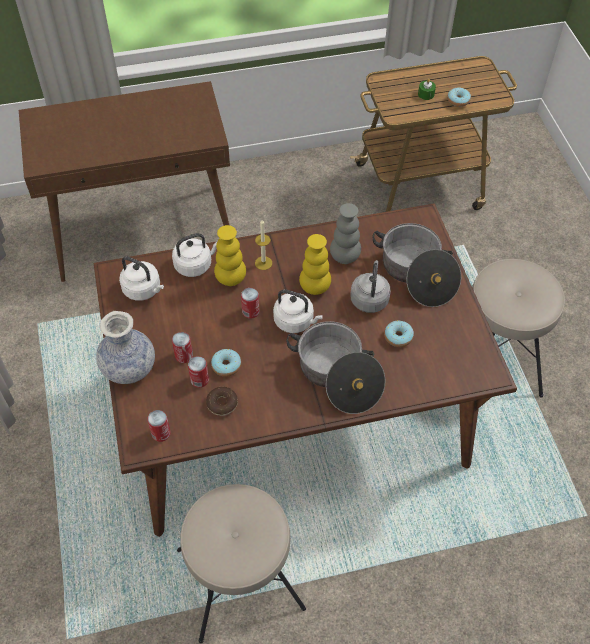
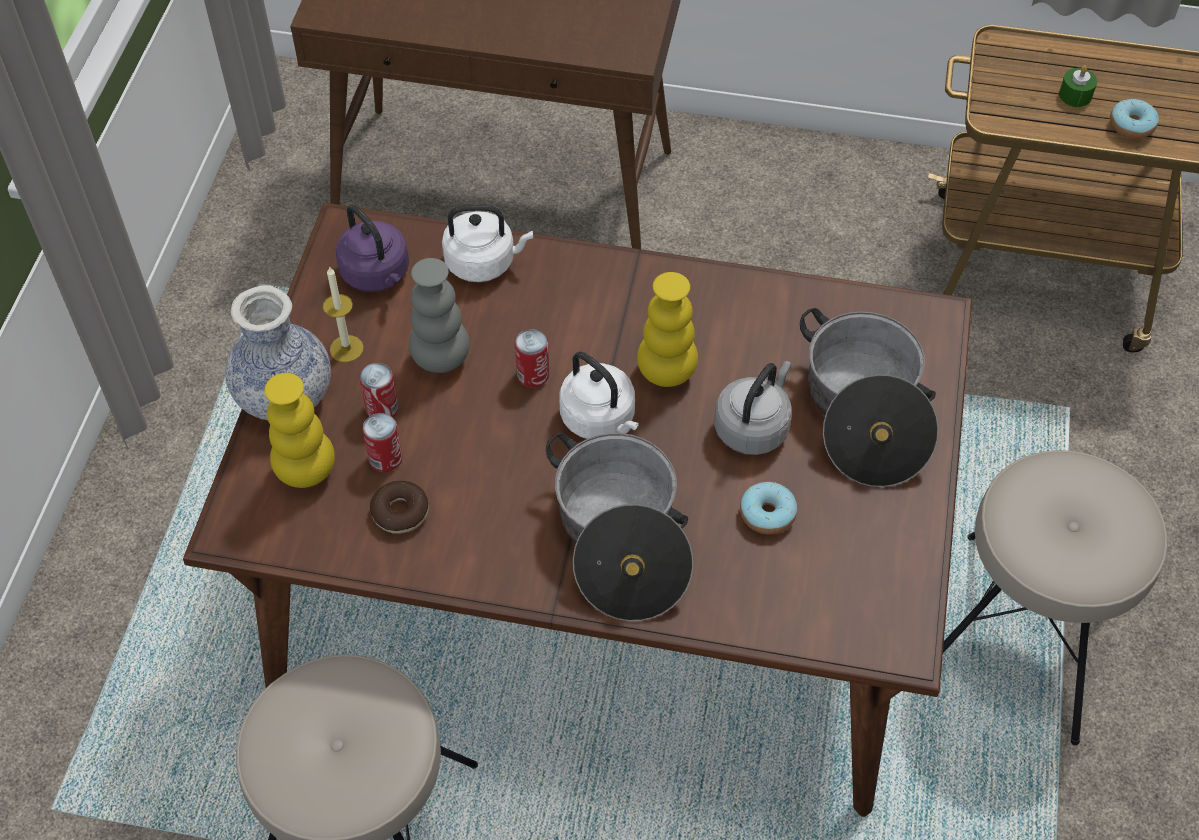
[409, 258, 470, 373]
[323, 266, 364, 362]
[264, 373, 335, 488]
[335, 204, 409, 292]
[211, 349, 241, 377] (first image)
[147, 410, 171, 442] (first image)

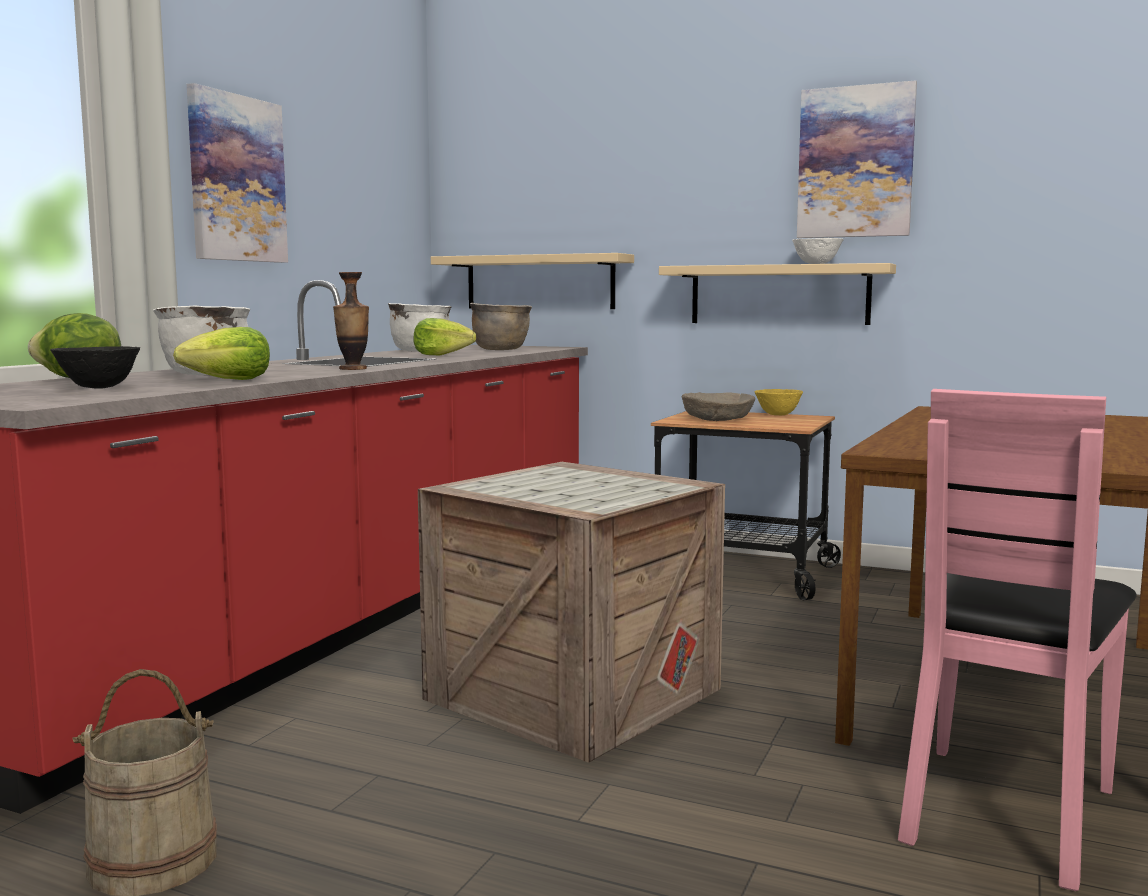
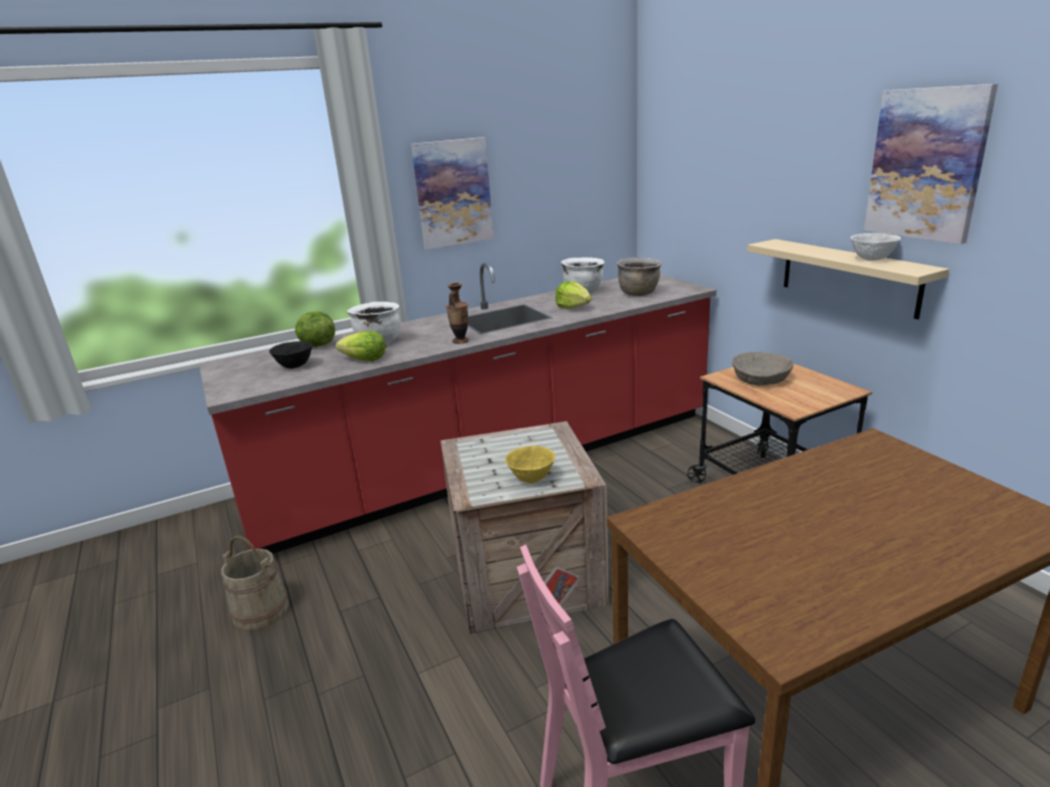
[431, 253, 634, 309] (first image)
[505, 446, 556, 483]

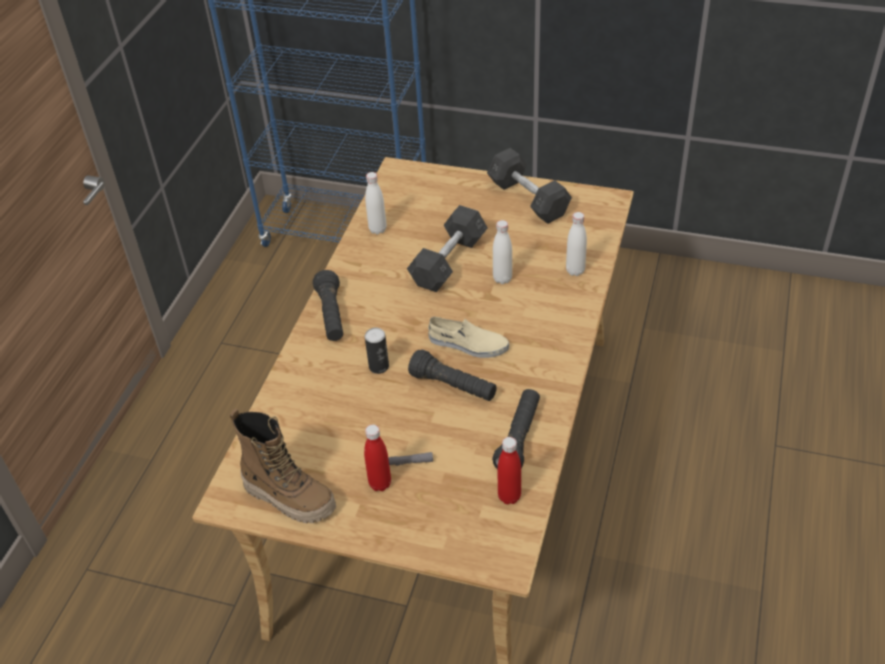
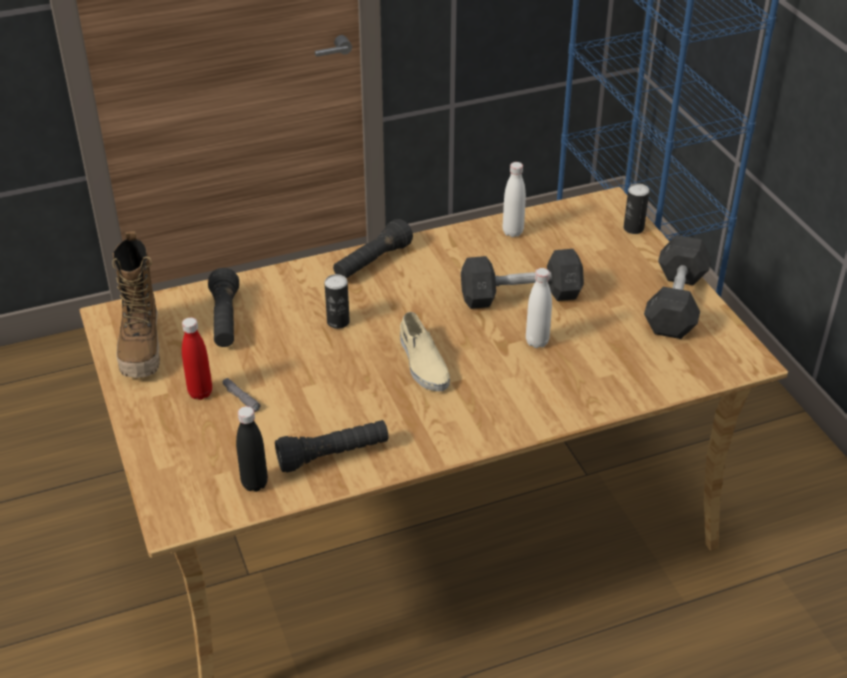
[566, 212, 587, 276] (first image)
[208, 268, 239, 347]
[236, 406, 268, 492]
[623, 184, 649, 234]

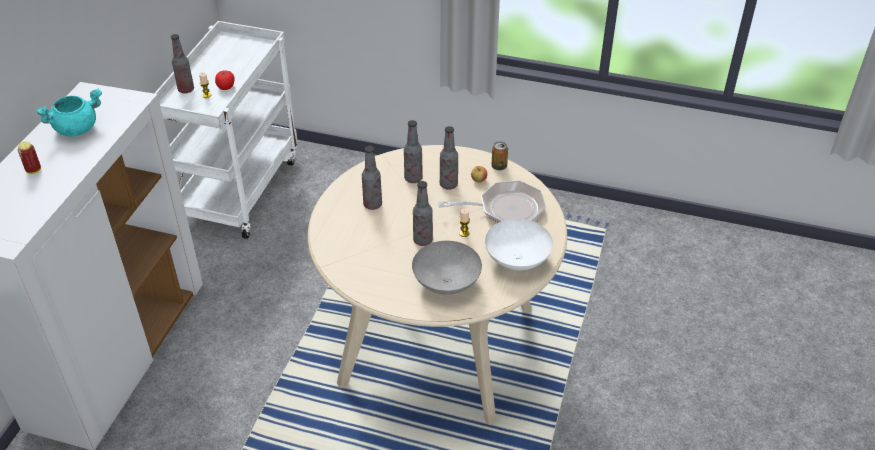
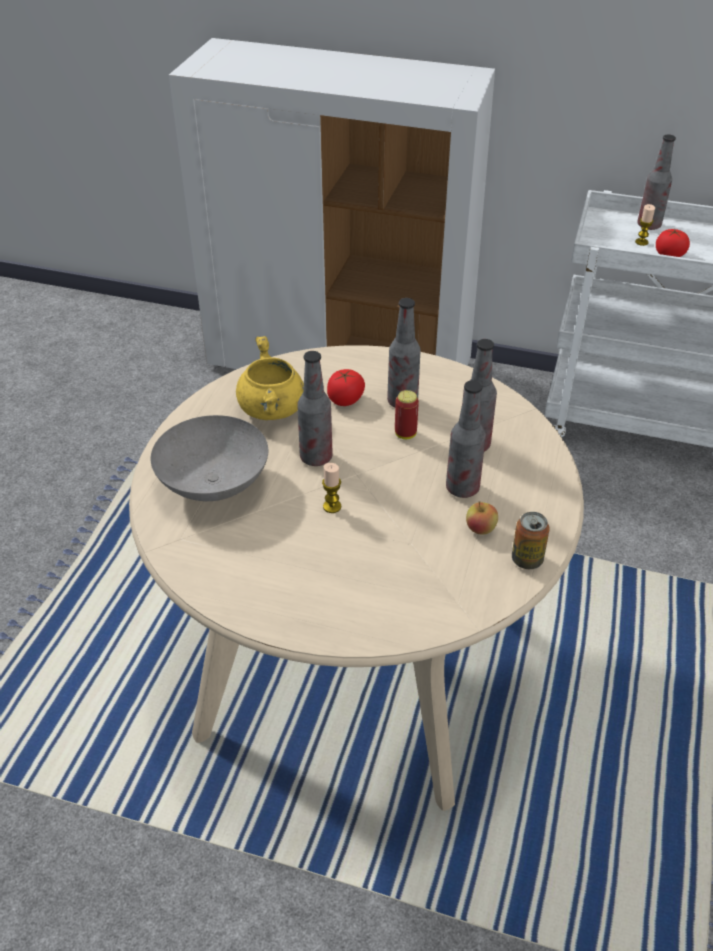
[36, 88, 102, 137] (first image)
[395, 390, 419, 439]
[438, 180, 546, 223] (first image)
[485, 219, 553, 270] (first image)
[236, 336, 304, 420]
[327, 369, 365, 406]

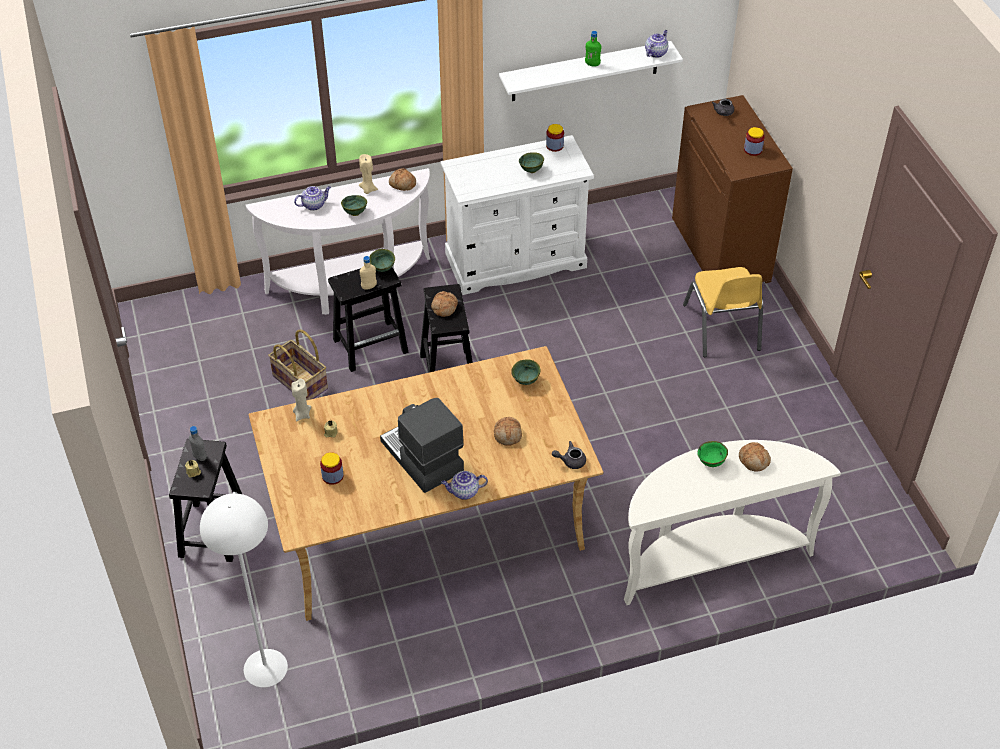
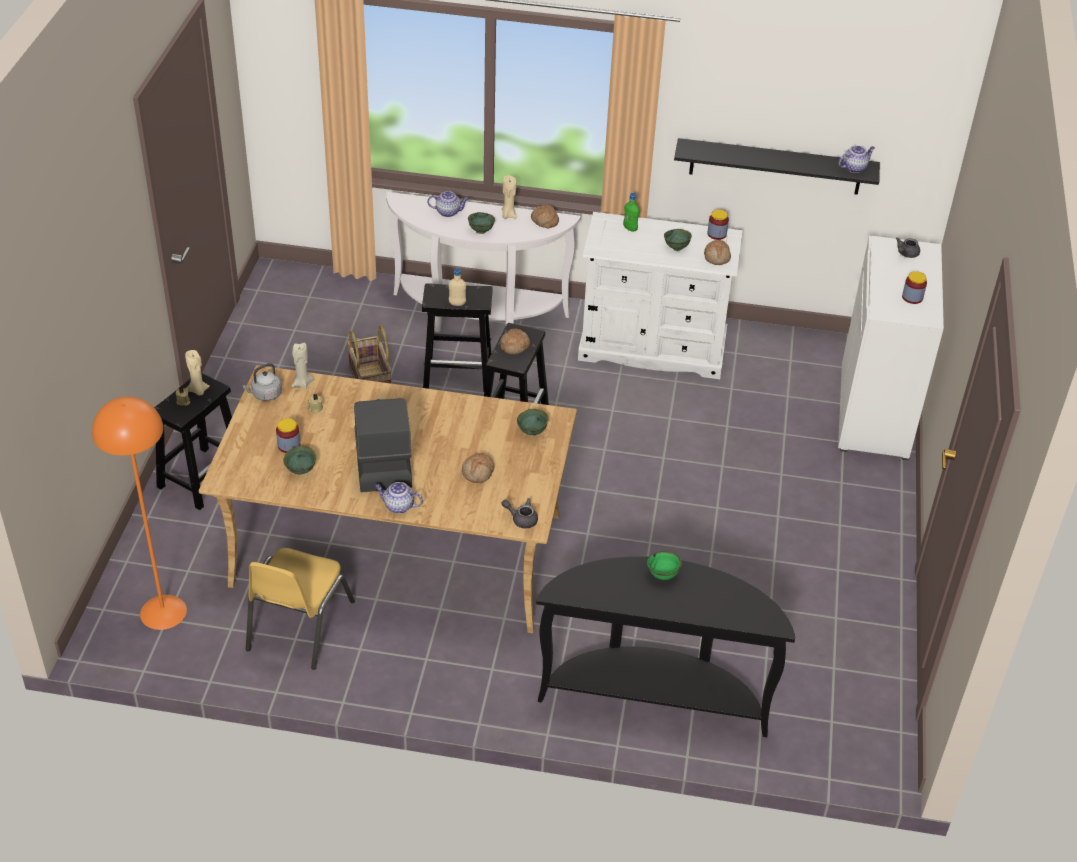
[623, 193, 639, 232]
[674, 138, 880, 195]
[838, 236, 944, 461]
[283, 446, 316, 474]
[246, 548, 355, 670]
[185, 350, 210, 395]
[536, 556, 795, 737]
[704, 240, 731, 265]
[92, 397, 187, 630]
[243, 363, 282, 401]

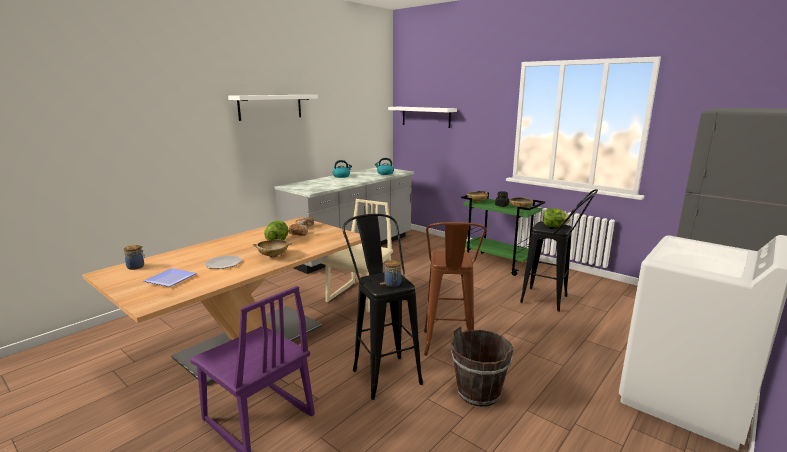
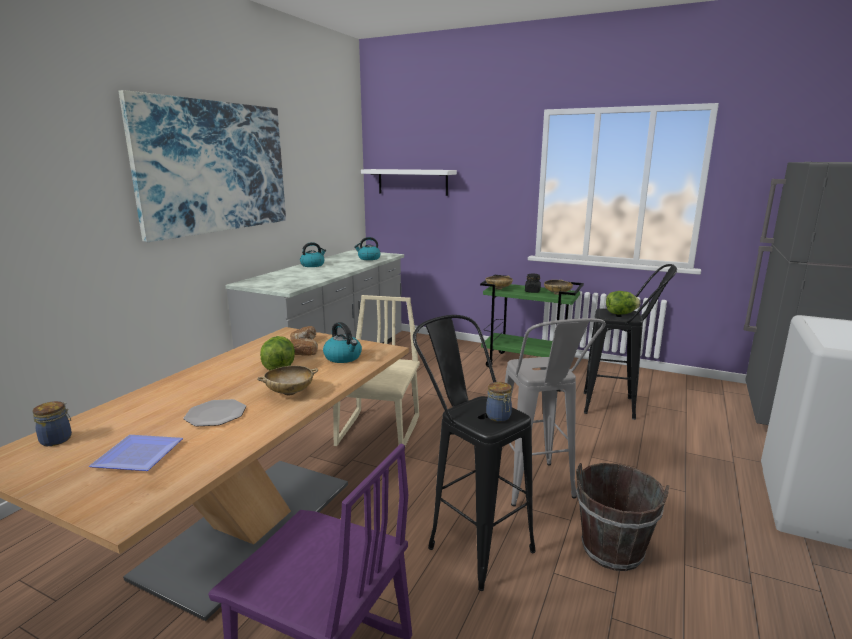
[119, 90, 286, 242]
[505, 318, 606, 506]
[323, 322, 362, 363]

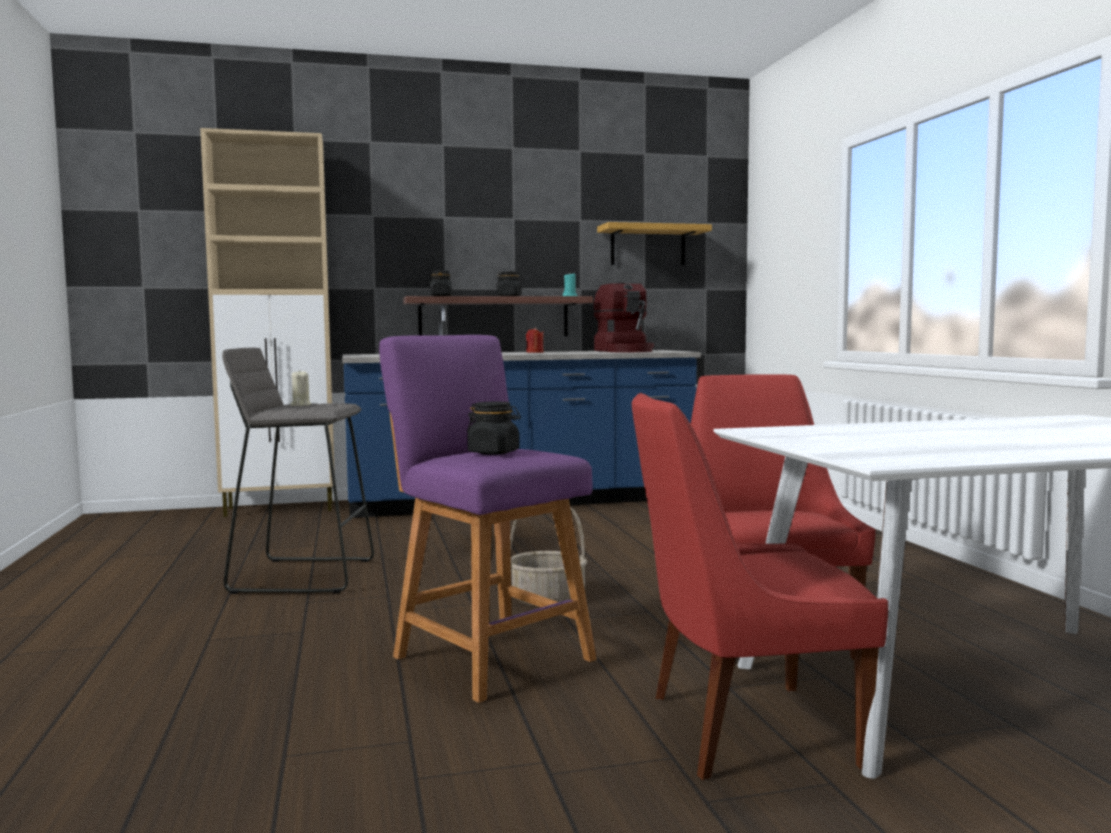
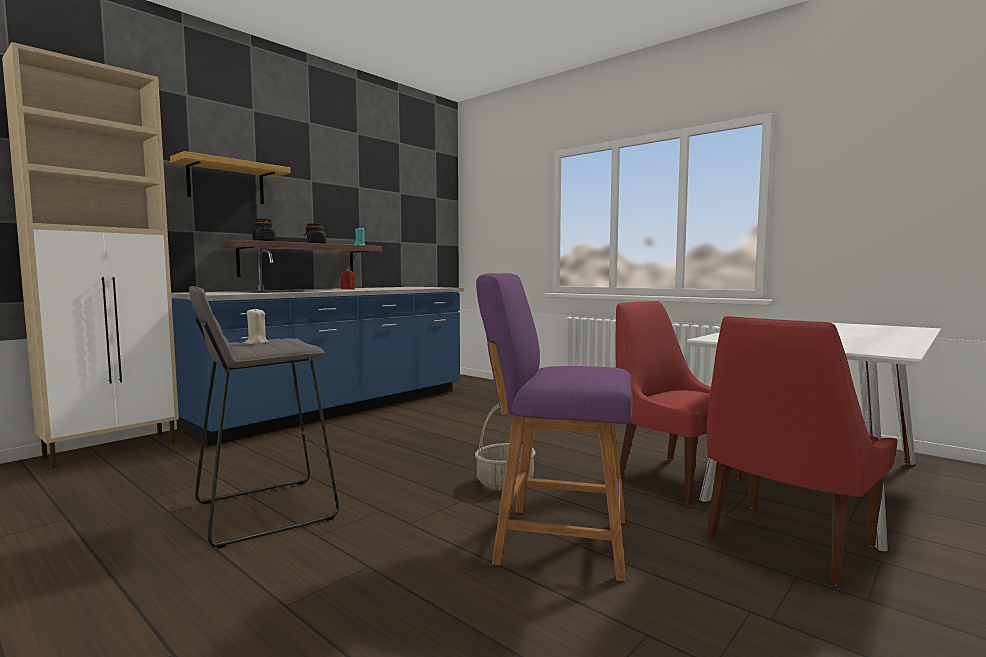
[170, 151, 291, 204]
[594, 282, 654, 352] (first image)
[467, 401, 521, 455] (first image)

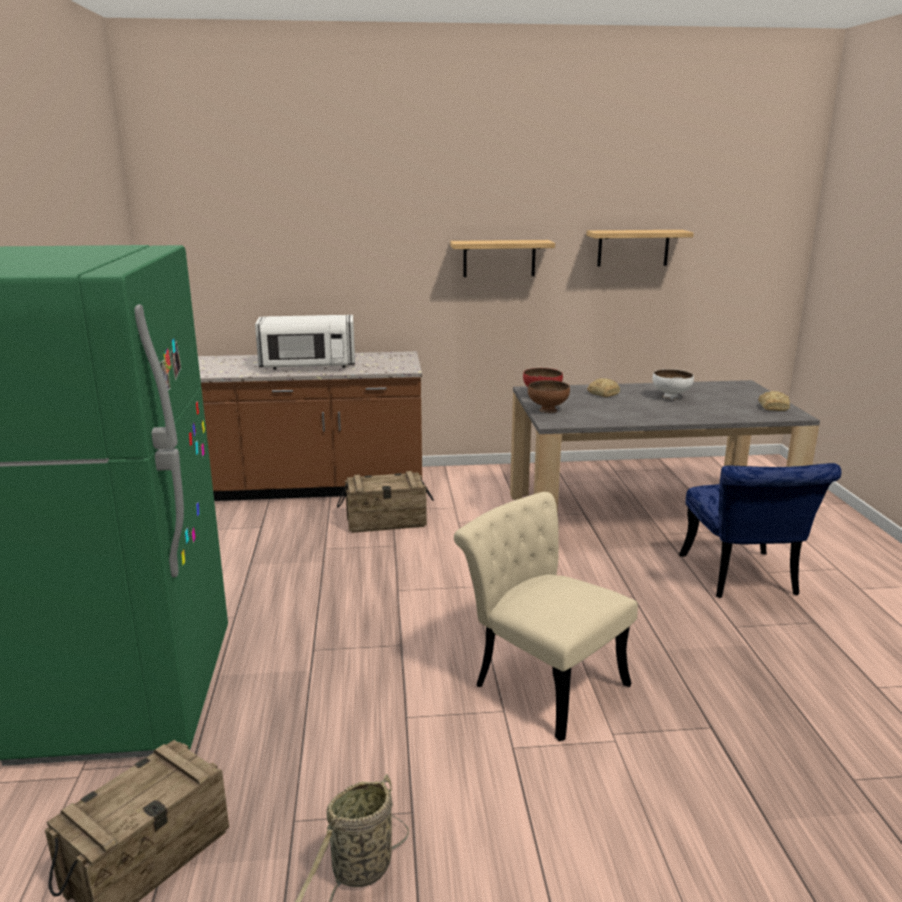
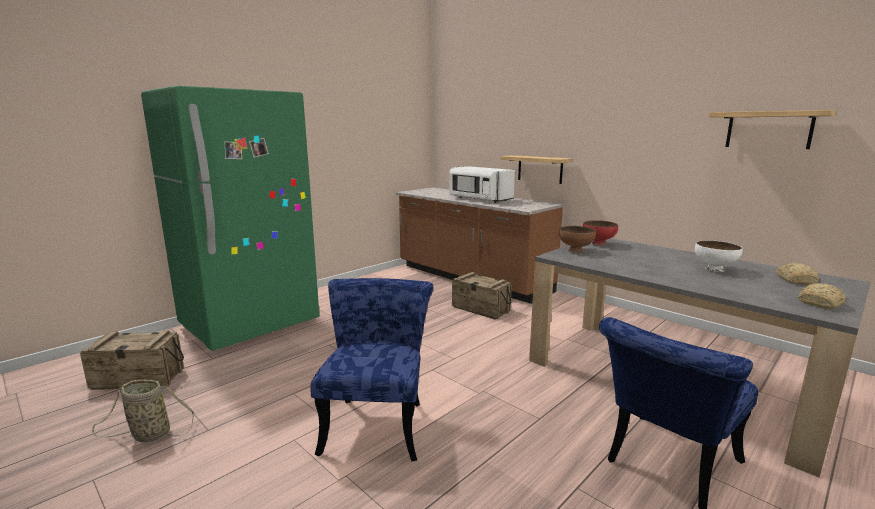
[500, 155, 572, 184]
[775, 263, 819, 285]
[310, 278, 433, 461]

